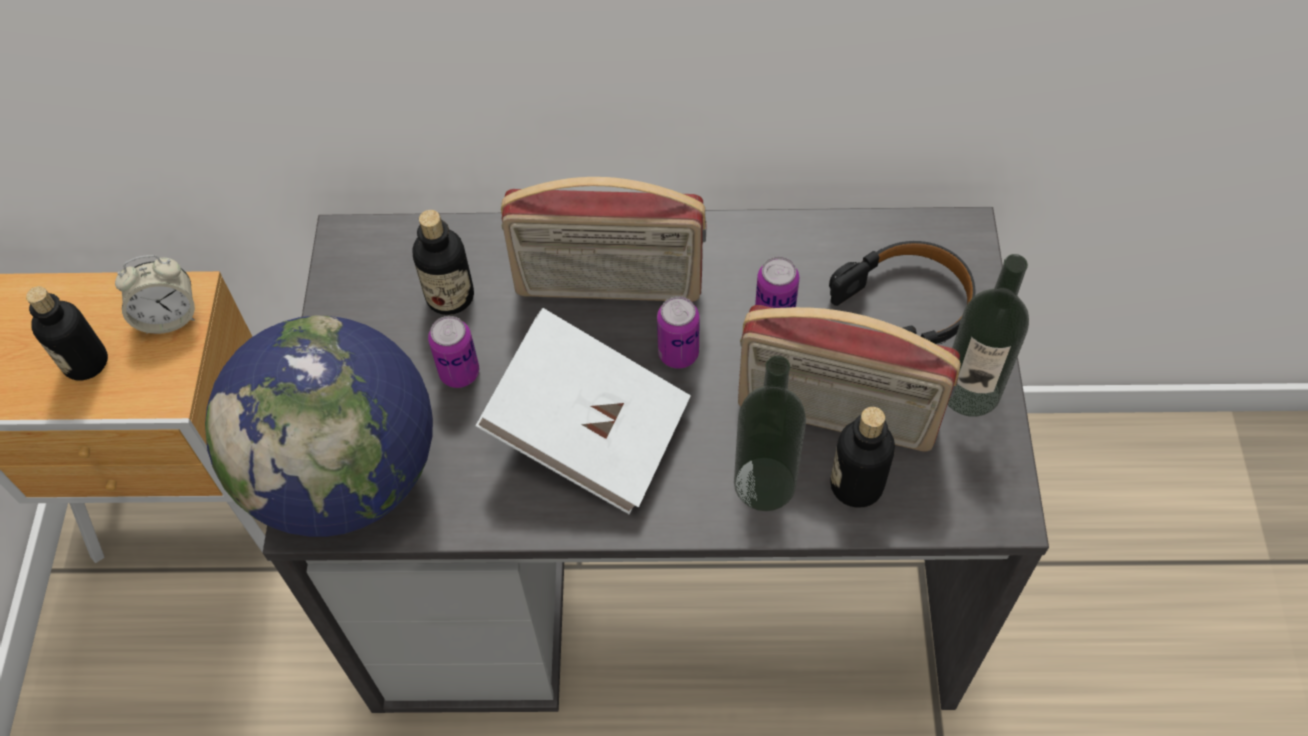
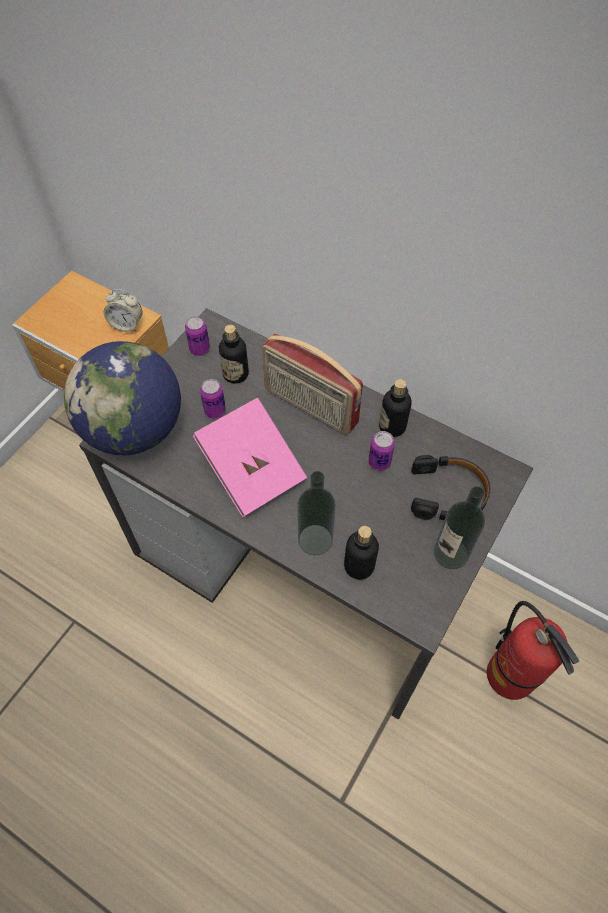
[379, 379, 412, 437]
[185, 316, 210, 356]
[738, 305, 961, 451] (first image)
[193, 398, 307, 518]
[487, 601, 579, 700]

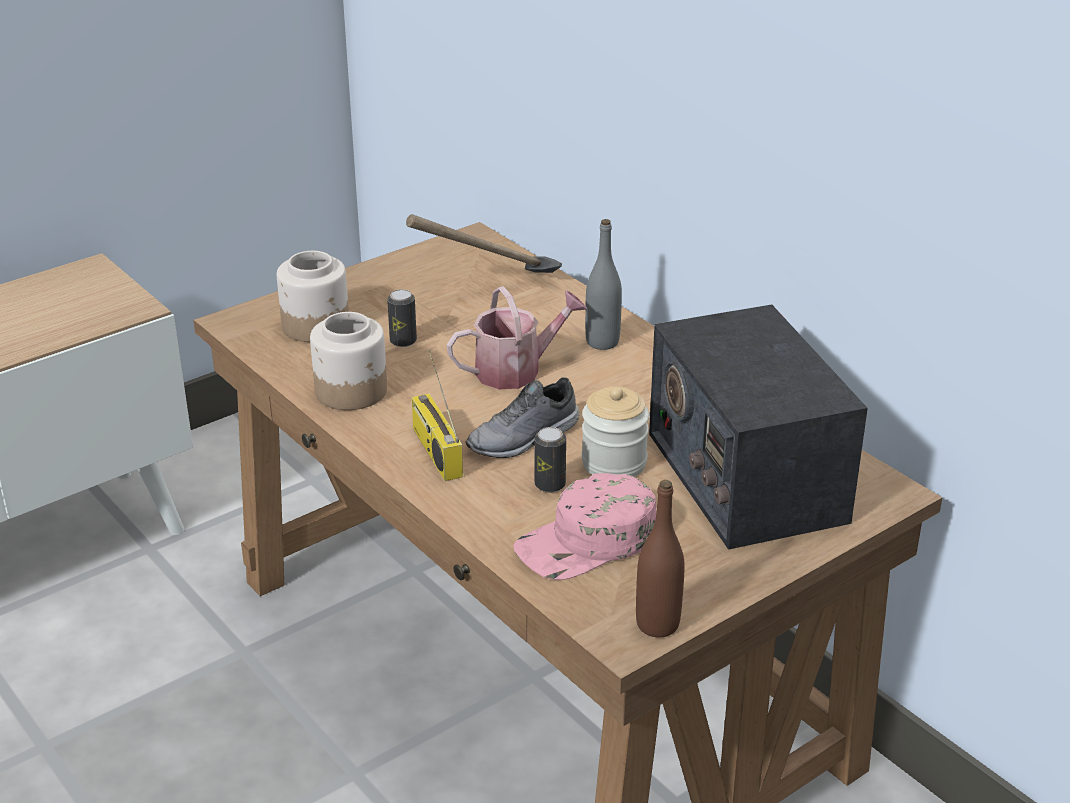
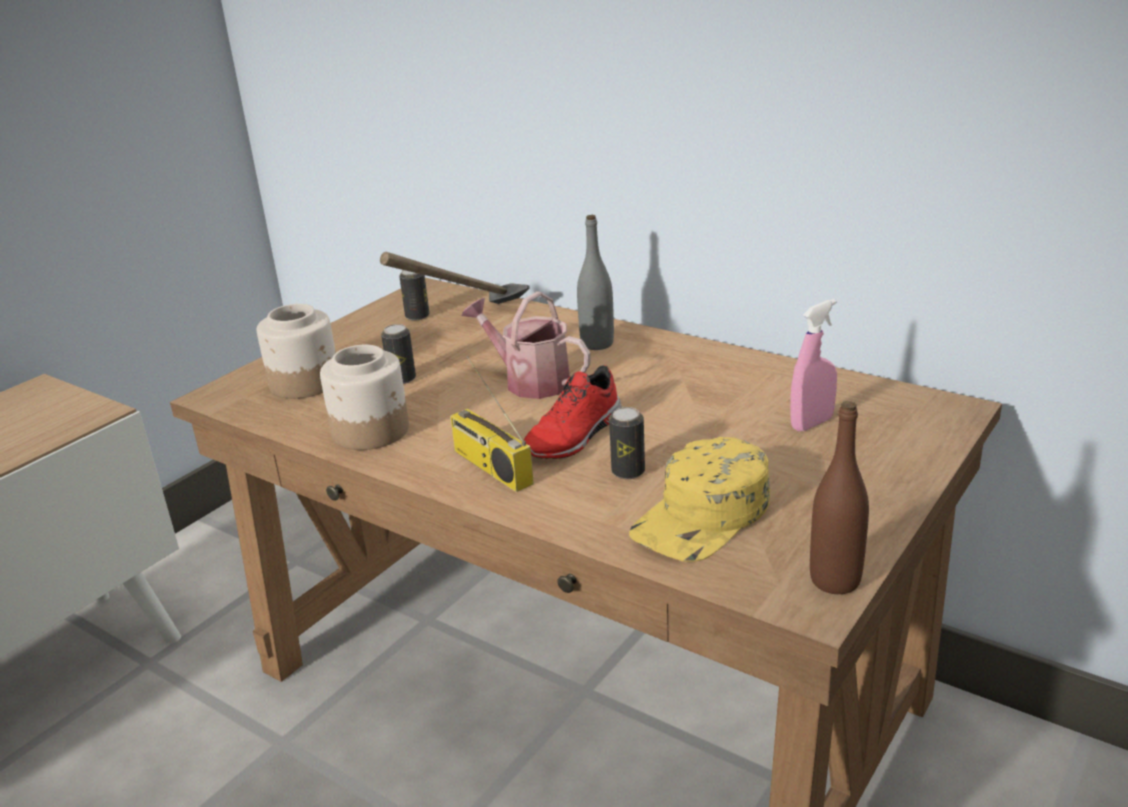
[461, 291, 591, 399]
[790, 299, 837, 431]
[524, 365, 621, 459]
[582, 387, 649, 477] (first image)
[629, 437, 770, 561]
[399, 270, 430, 321]

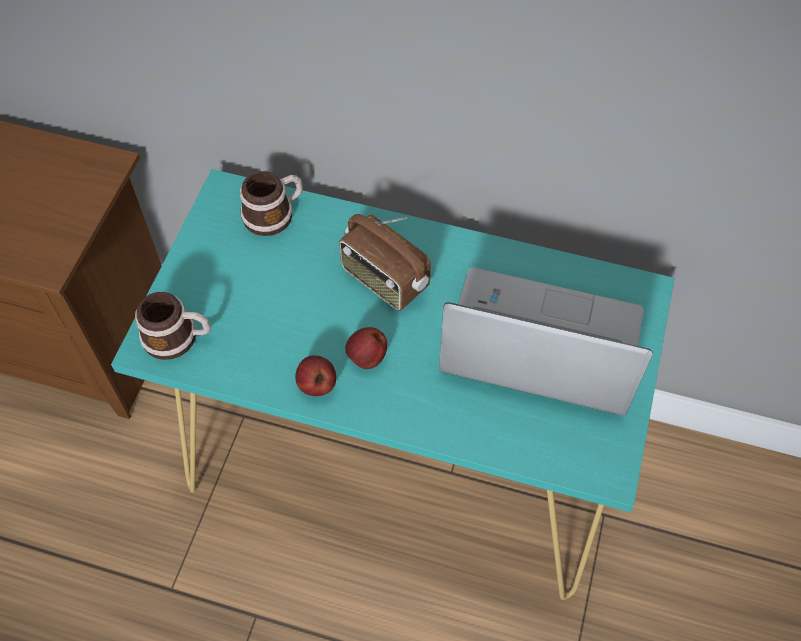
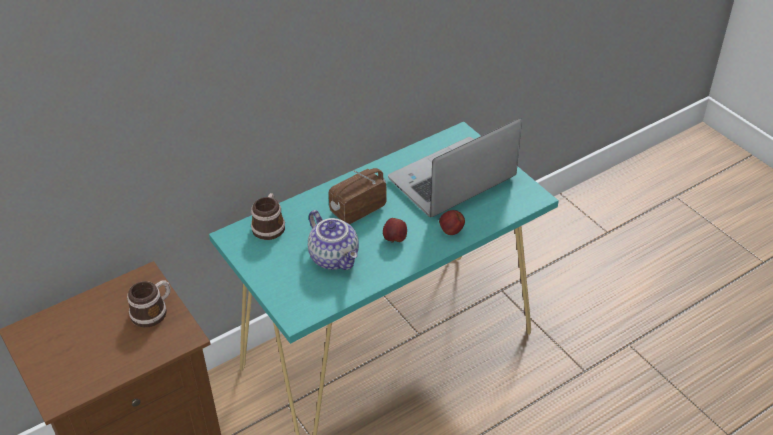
[329, 168, 387, 224]
[127, 280, 171, 327]
[439, 210, 465, 235]
[308, 210, 359, 270]

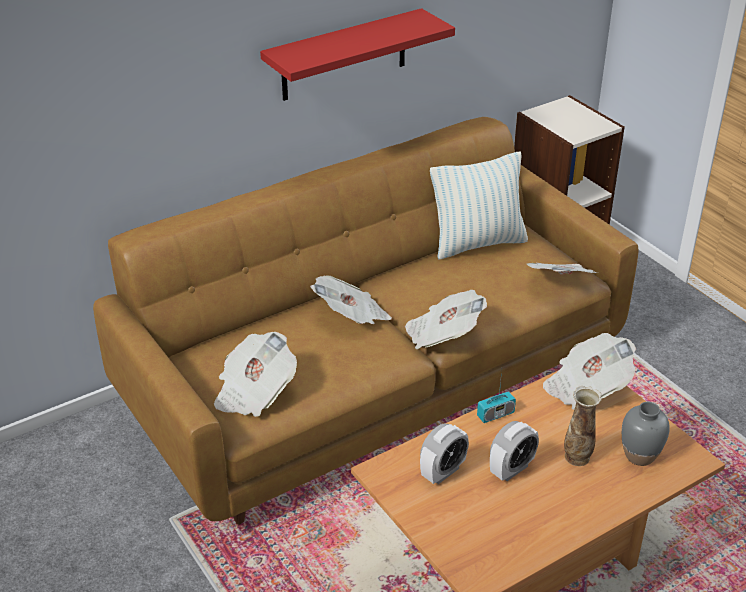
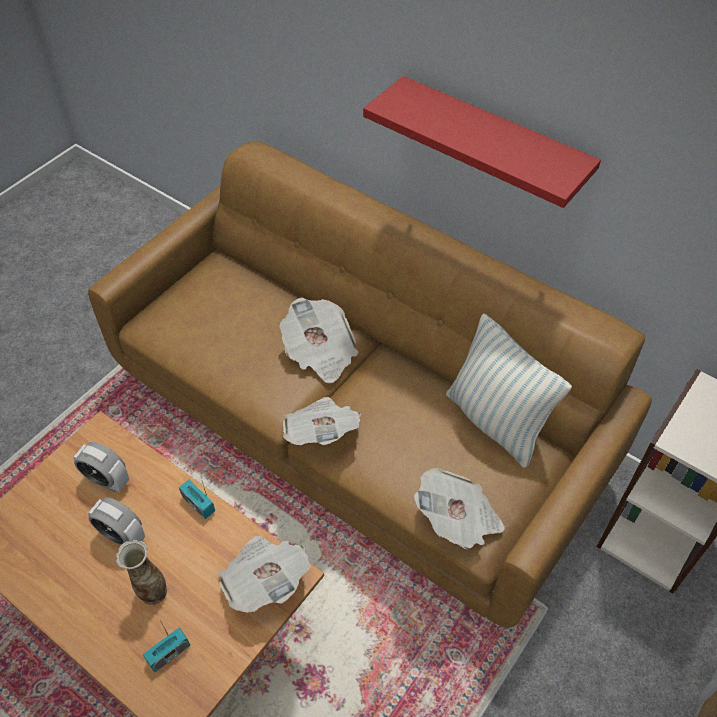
[214, 332, 297, 417] (first image)
[143, 620, 190, 673]

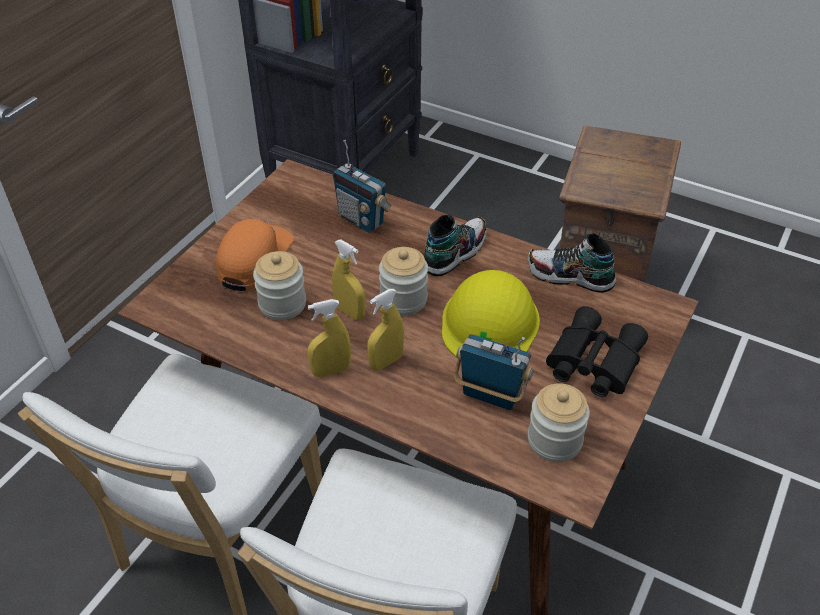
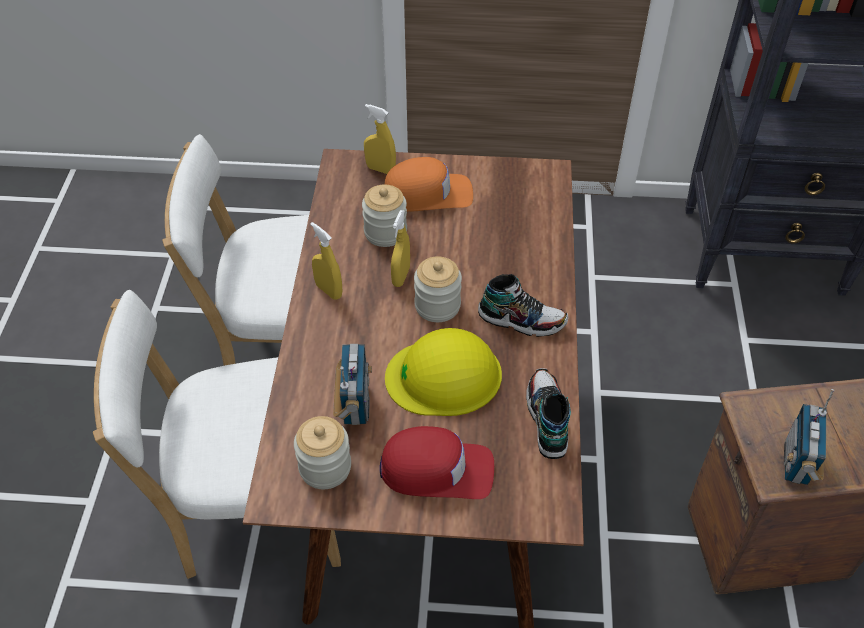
[784, 389, 834, 485]
[364, 104, 396, 174]
[380, 426, 494, 499]

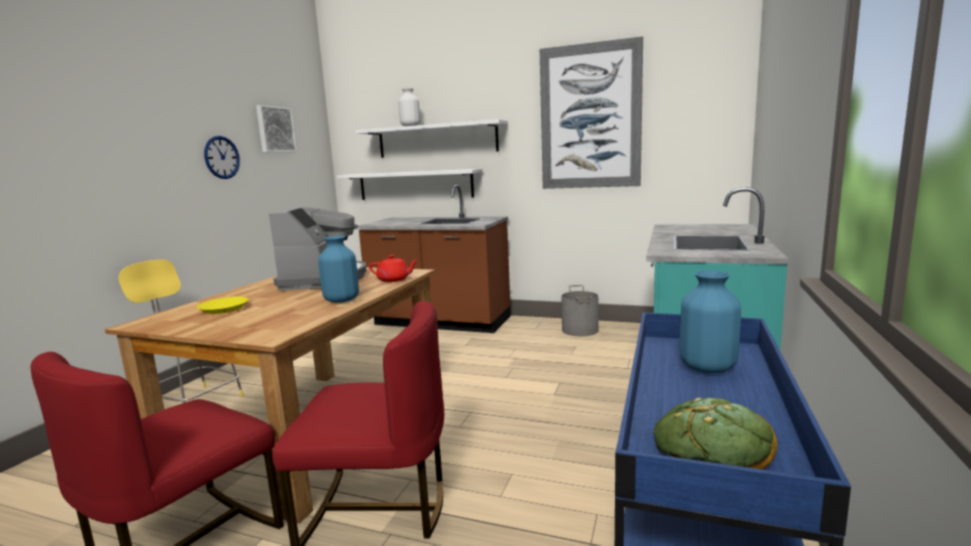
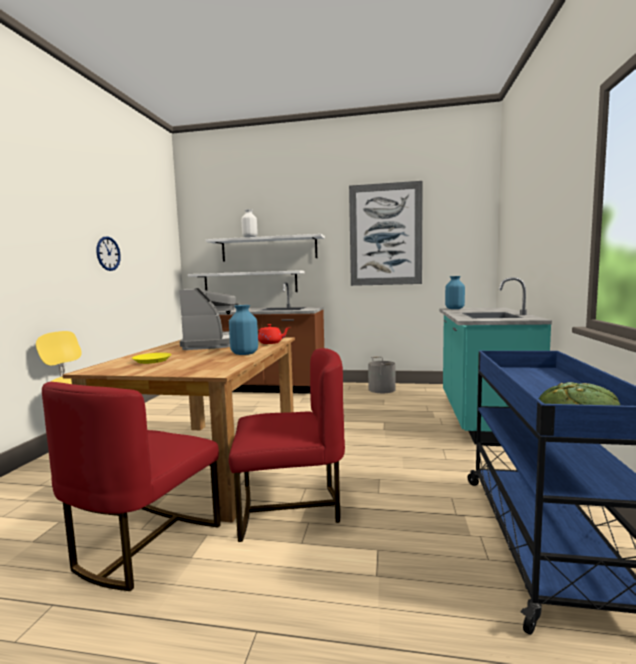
[256, 105, 297, 152] (first image)
[445, 276, 465, 309]

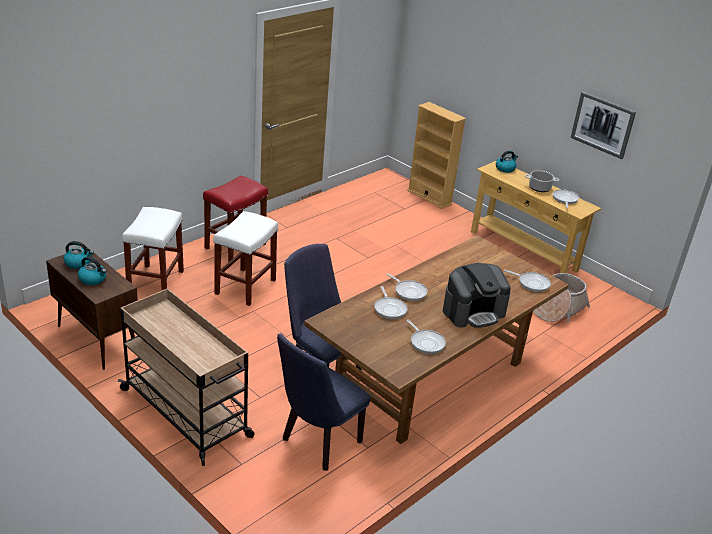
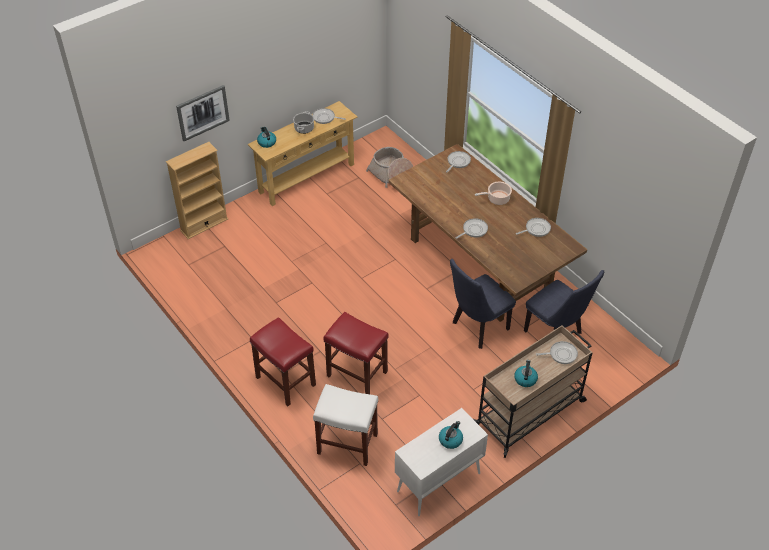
[176, 85, 230, 141]
[324, 312, 389, 394]
[514, 360, 538, 387]
[395, 408, 488, 516]
[475, 182, 512, 205]
[536, 341, 578, 364]

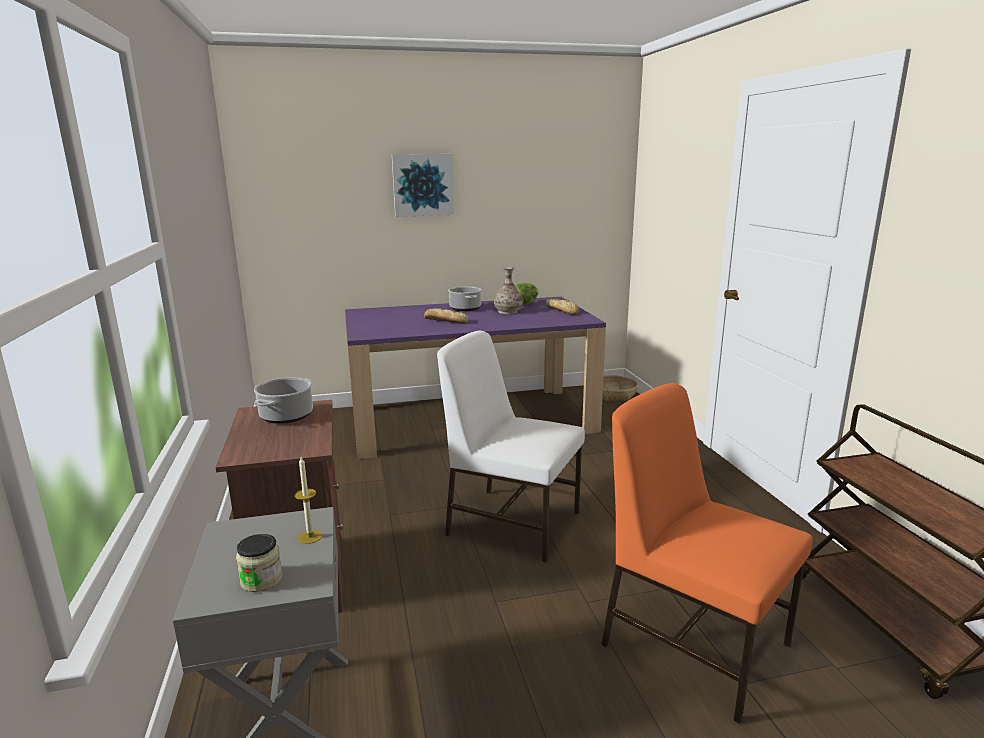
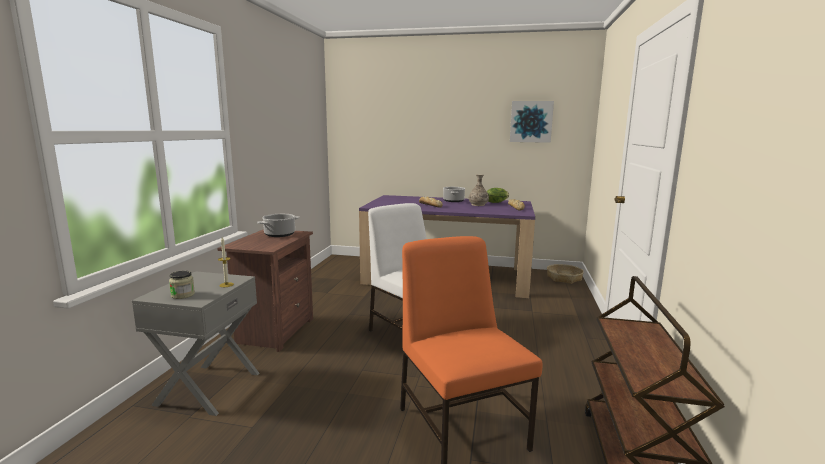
[510, 101, 554, 143]

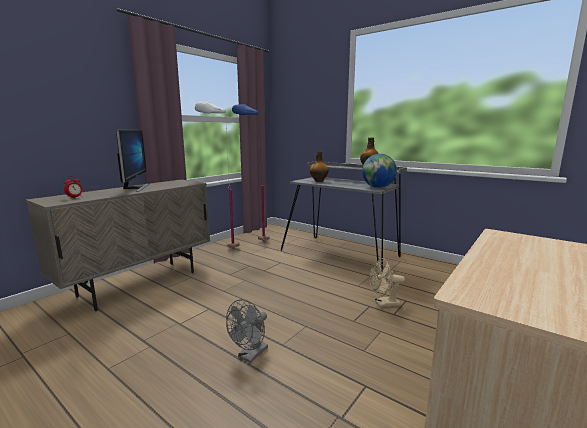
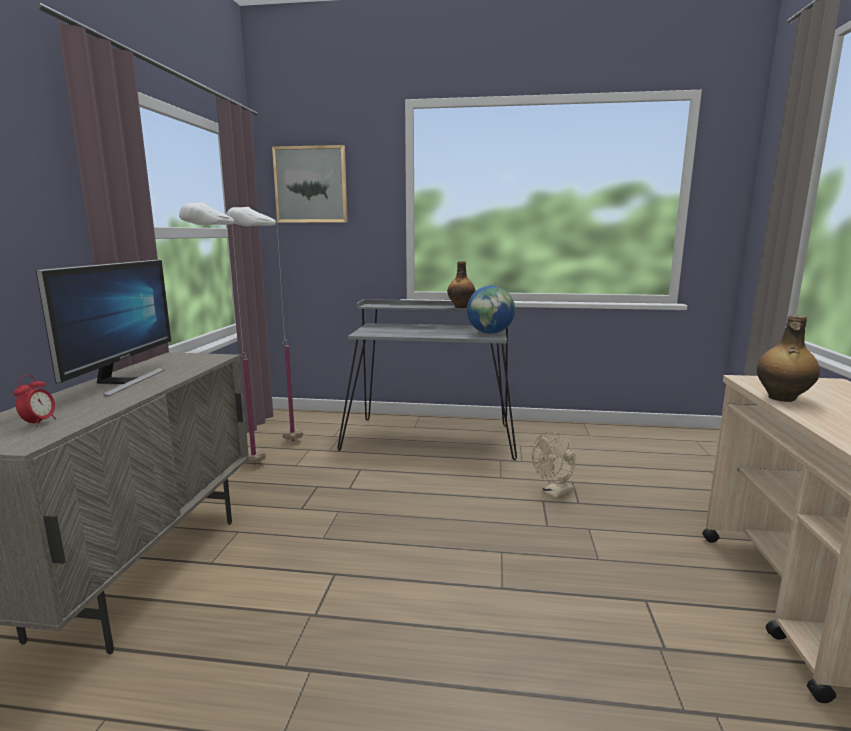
[226, 207, 303, 442]
[36, 259, 171, 396]
[757, 315, 820, 402]
[226, 299, 268, 363] (first image)
[272, 145, 348, 223]

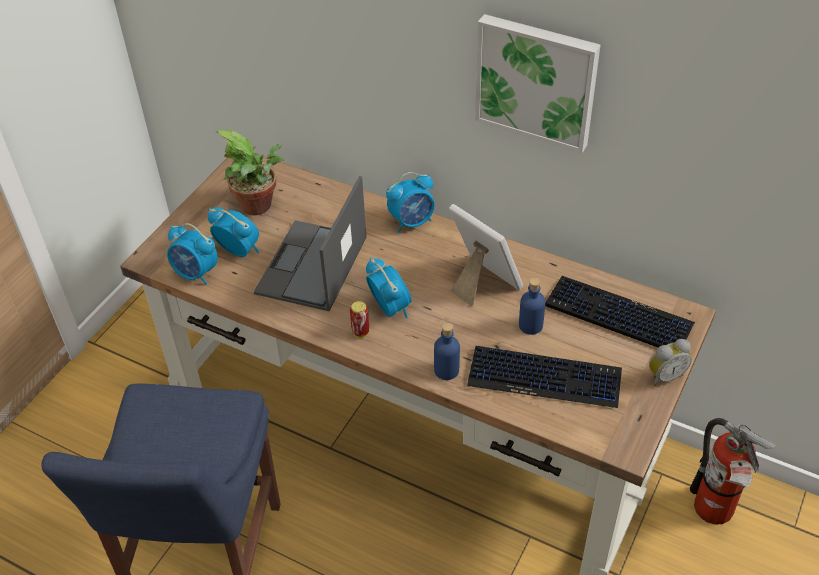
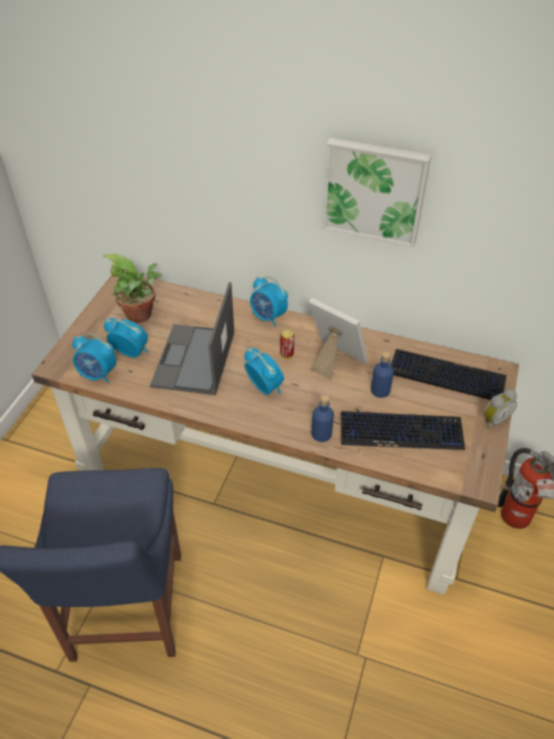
[250, 276, 288, 326]
[280, 330, 294, 359]

